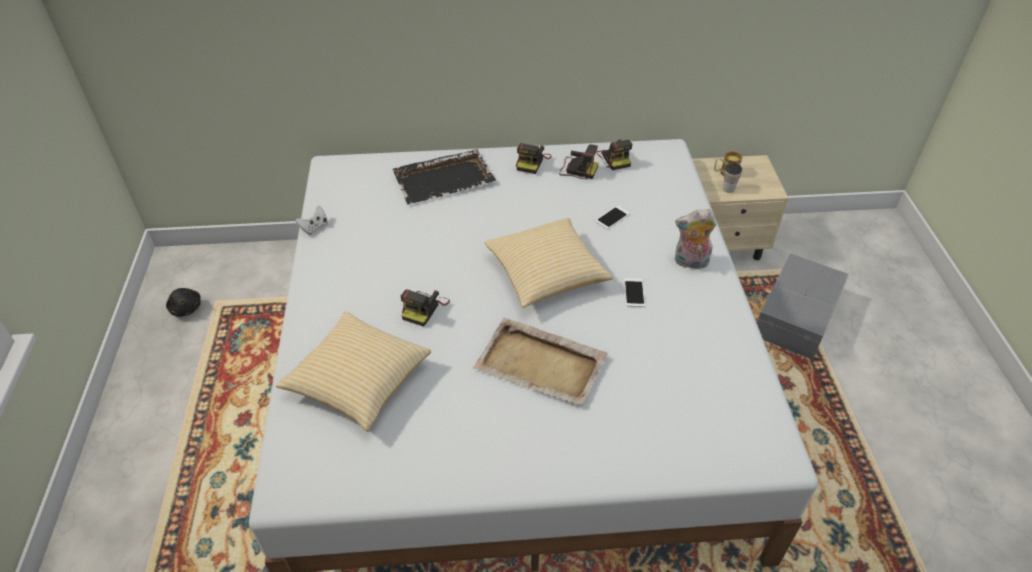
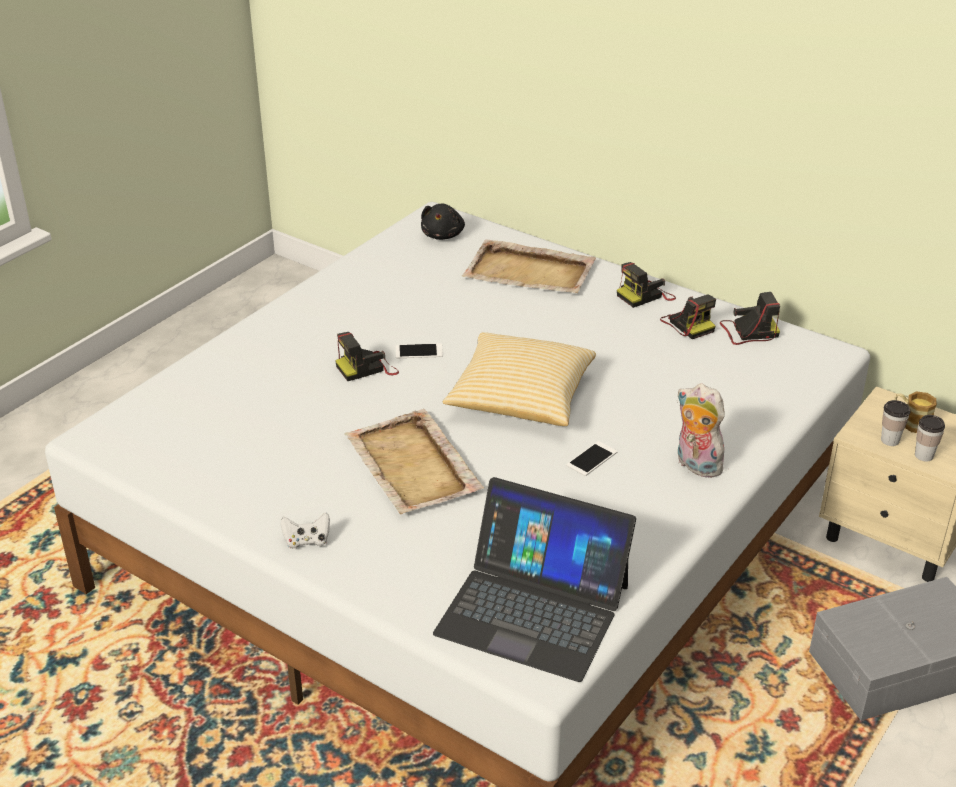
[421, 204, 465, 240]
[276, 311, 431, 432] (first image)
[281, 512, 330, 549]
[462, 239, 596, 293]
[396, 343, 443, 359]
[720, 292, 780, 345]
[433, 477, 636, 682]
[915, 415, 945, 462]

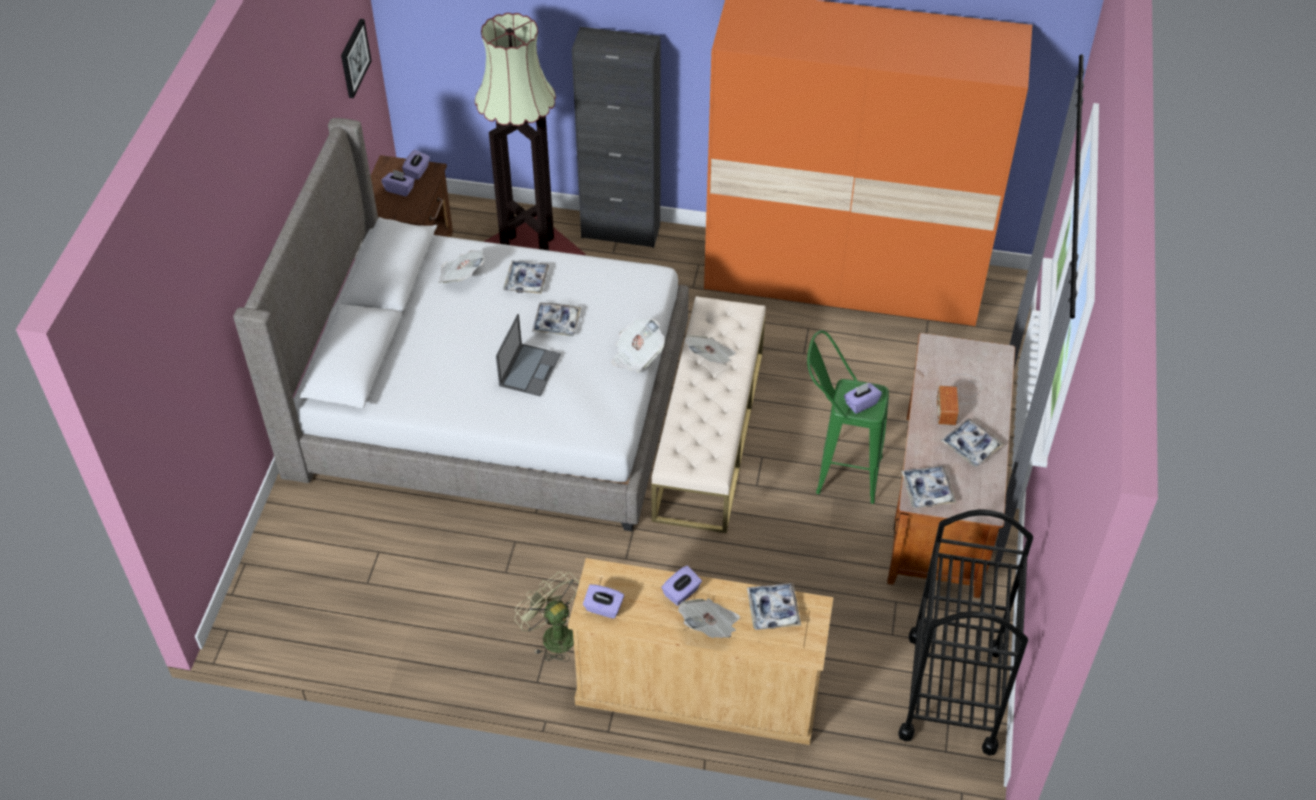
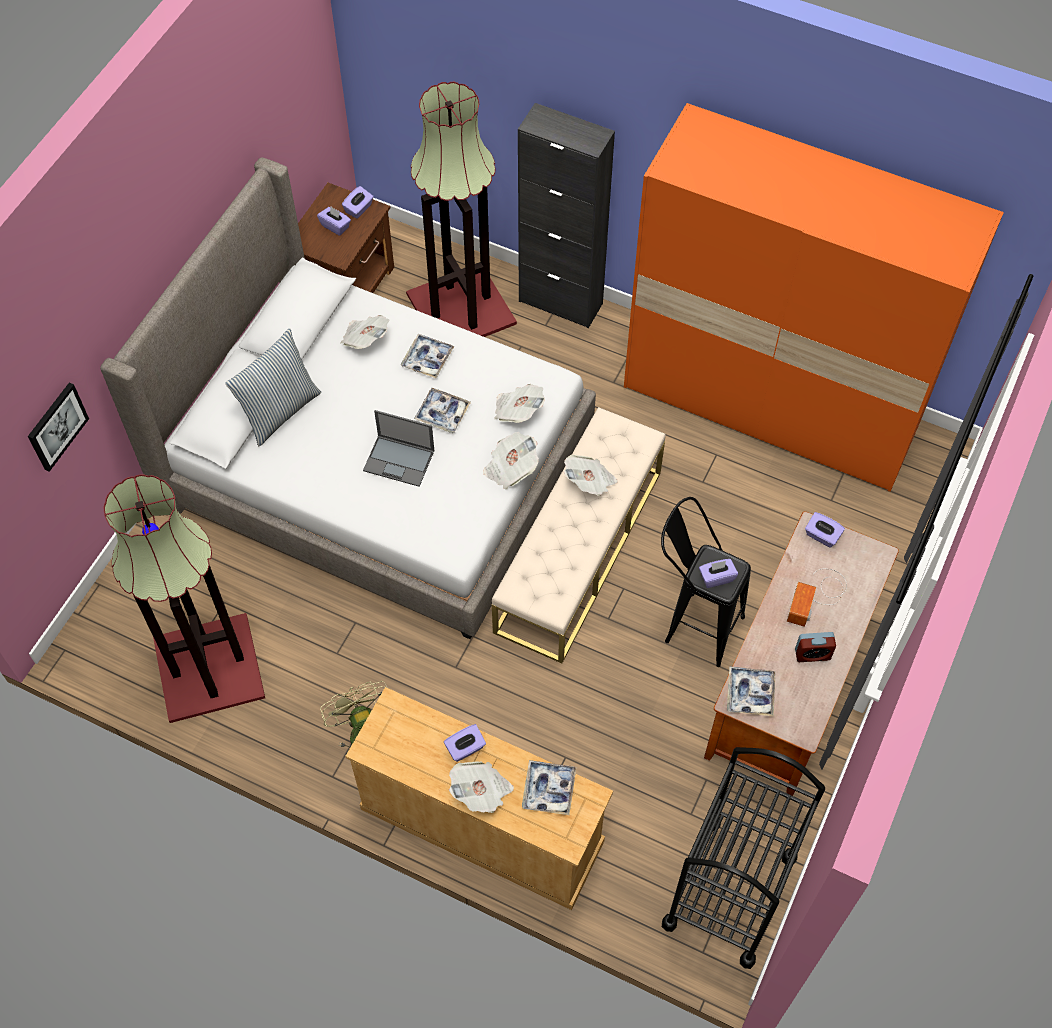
[28, 382, 89, 472]
[363, 410, 434, 487]
[805, 512, 845, 548]
[661, 497, 751, 667]
[795, 632, 836, 662]
[104, 474, 265, 723]
[225, 328, 321, 446]
[494, 384, 545, 423]

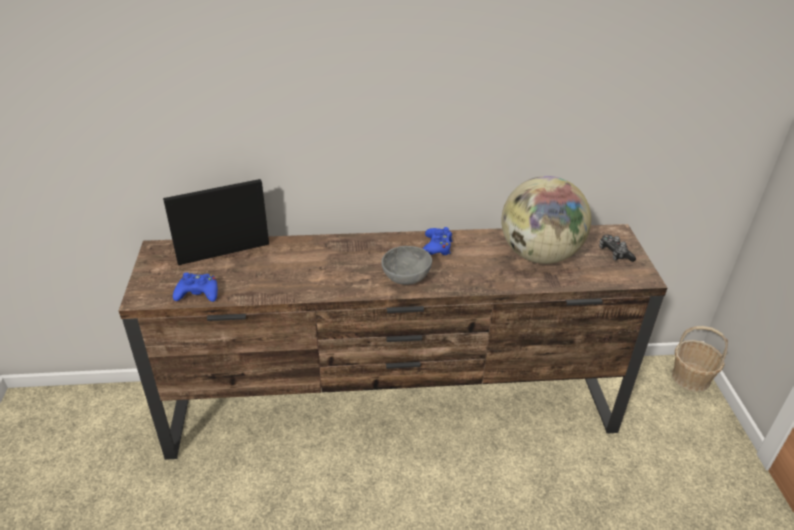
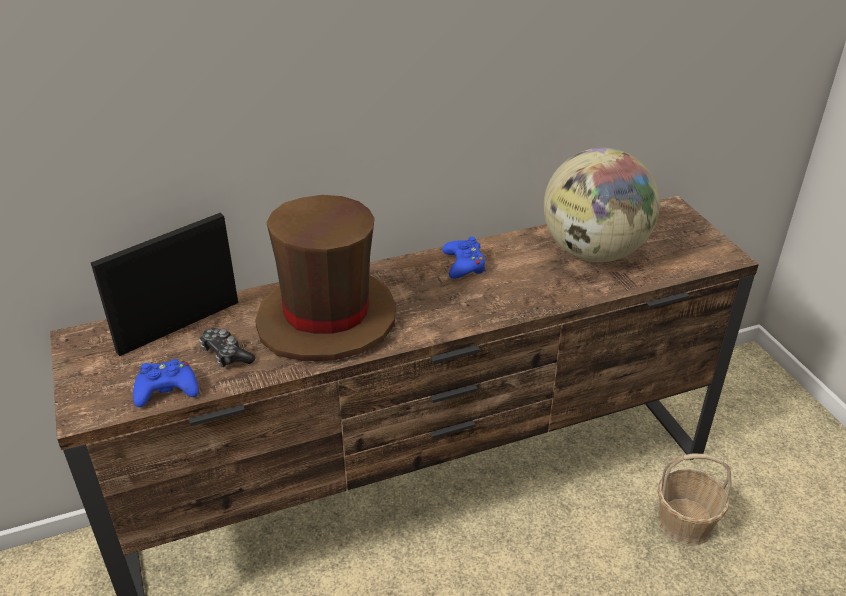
[381, 246, 432, 285] (first image)
[199, 328, 256, 367]
[657, 454, 732, 546]
[255, 195, 396, 361]

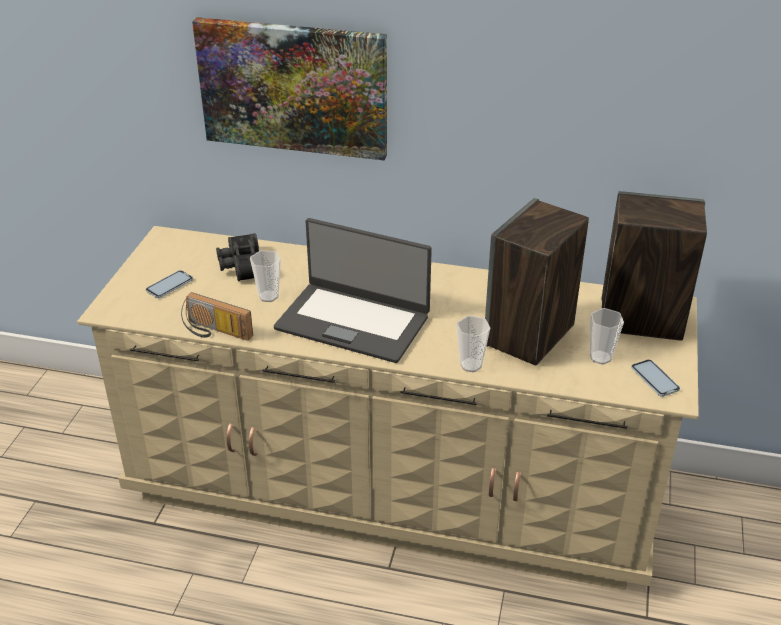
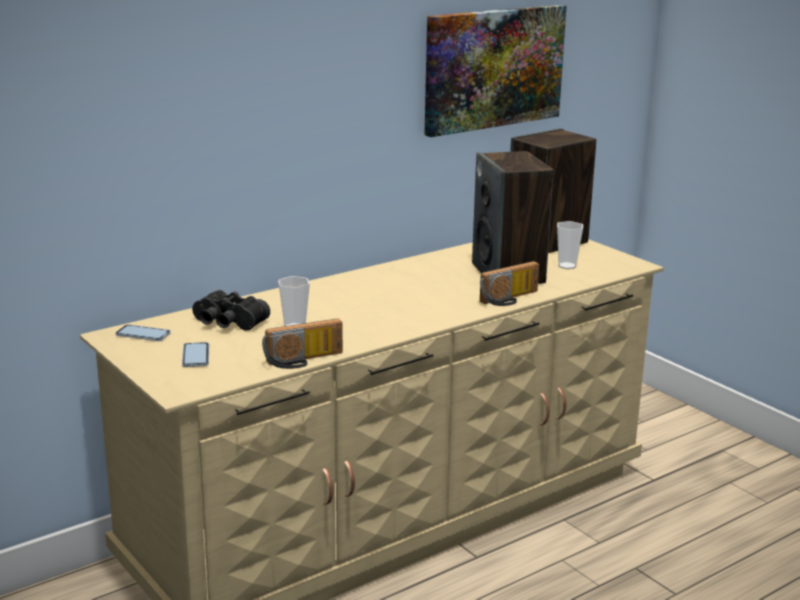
[424, 4, 566, 137]
[274, 218, 432, 363] (first image)
[480, 261, 539, 306]
[116, 325, 171, 341]

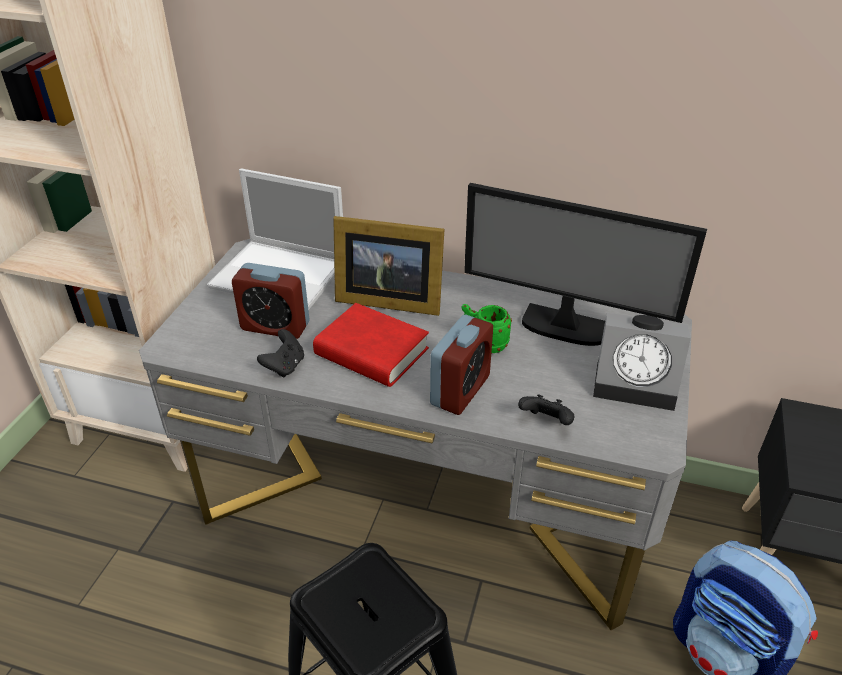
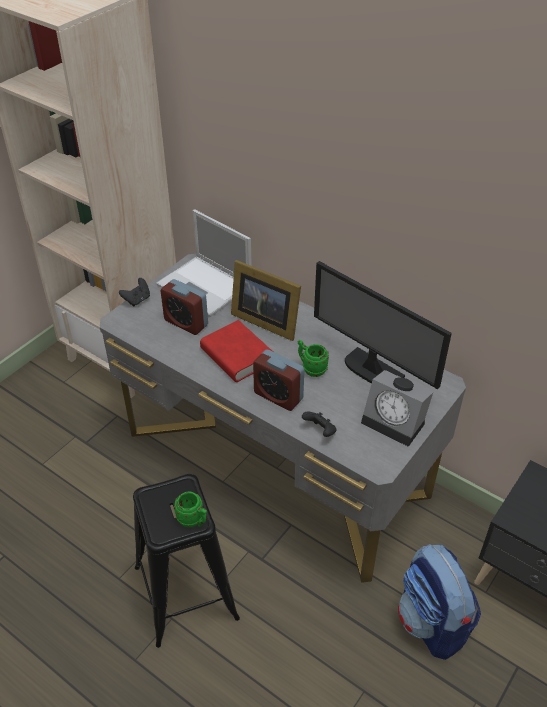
[119, 278, 150, 306]
[253, 349, 304, 411]
[174, 492, 207, 527]

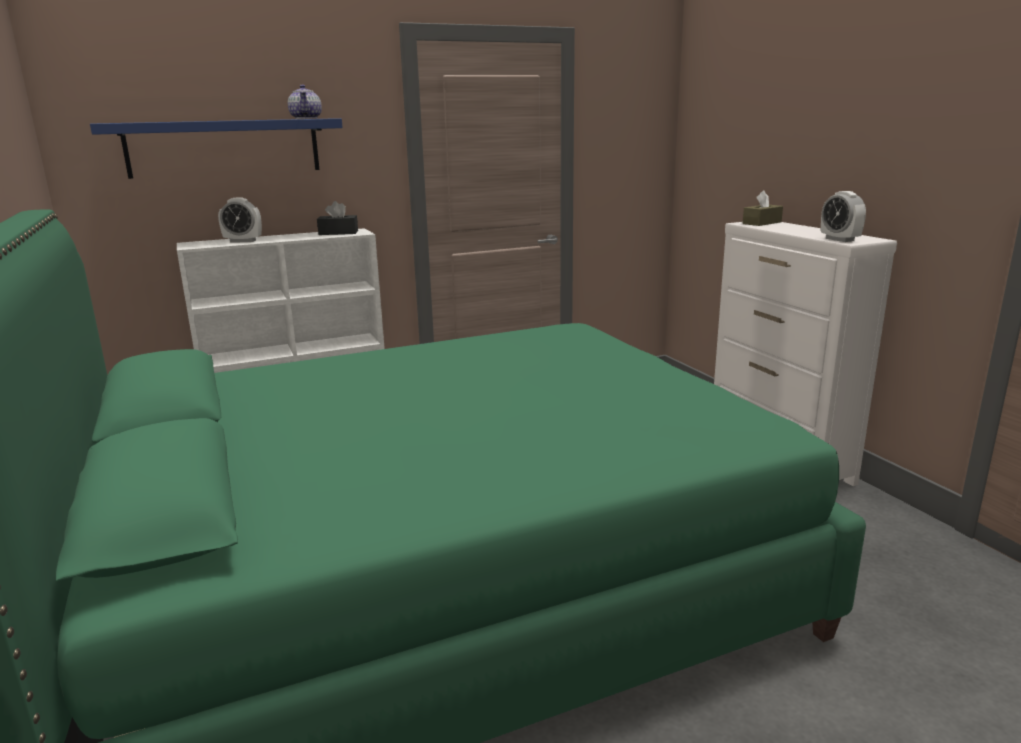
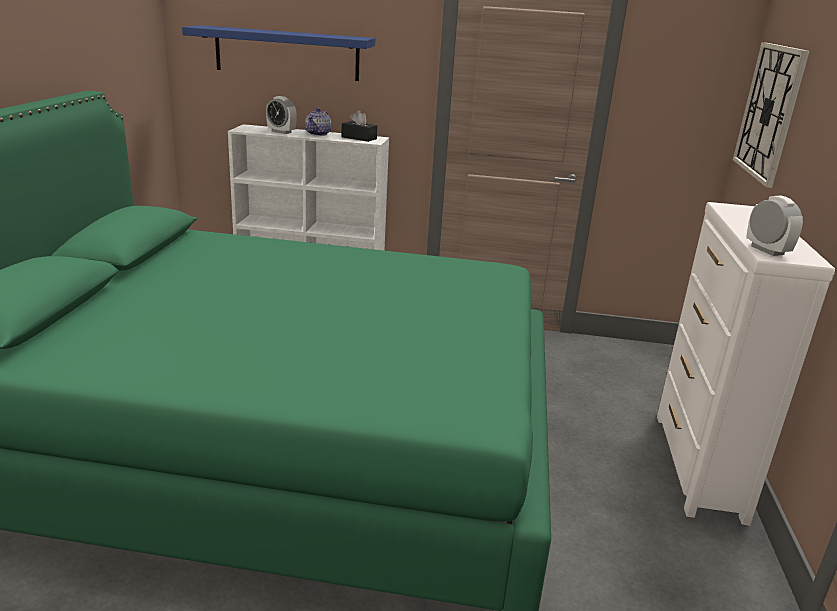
[305, 108, 331, 136]
[743, 191, 783, 226] (first image)
[747, 196, 803, 256]
[733, 42, 809, 188]

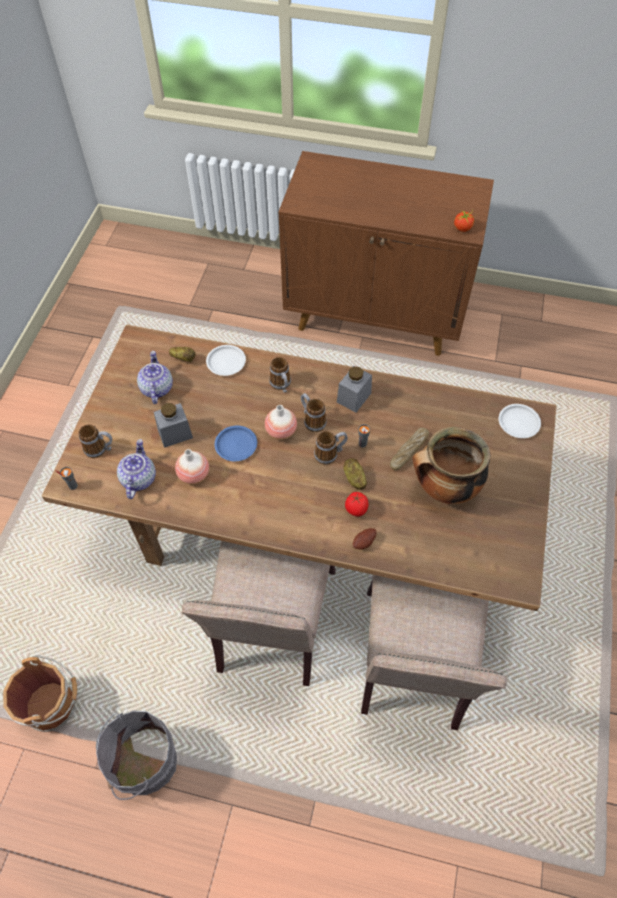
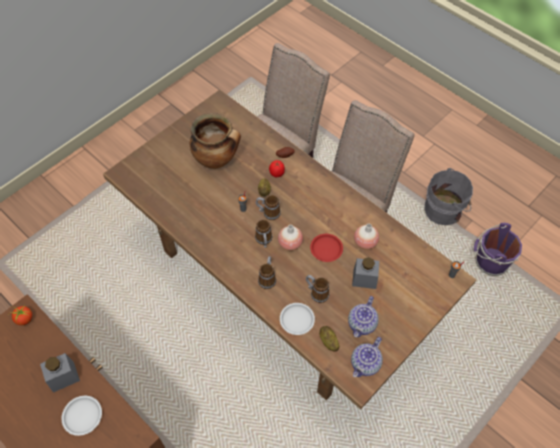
[474, 223, 522, 276]
[306, 275, 329, 303]
[351, 337, 383, 377]
[310, 234, 343, 262]
[40, 353, 80, 393]
[390, 428, 429, 471] (first image)
[61, 396, 102, 436]

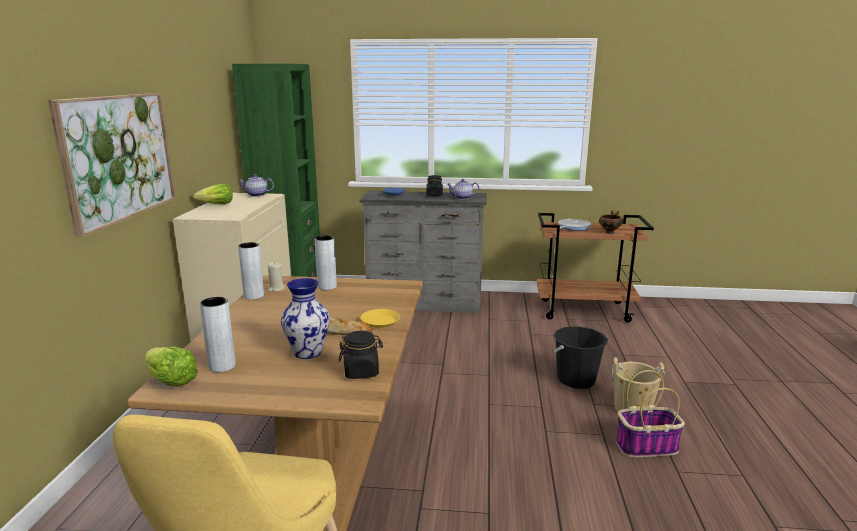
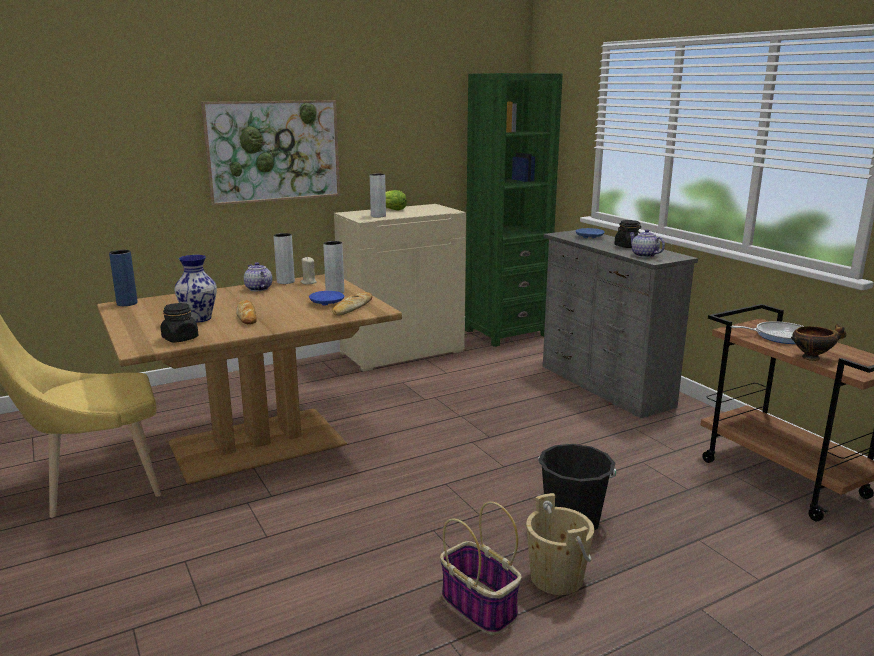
[109, 250, 138, 306]
[370, 174, 386, 218]
[244, 262, 272, 291]
[360, 309, 400, 328] (first image)
[309, 291, 344, 306]
[332, 292, 372, 315]

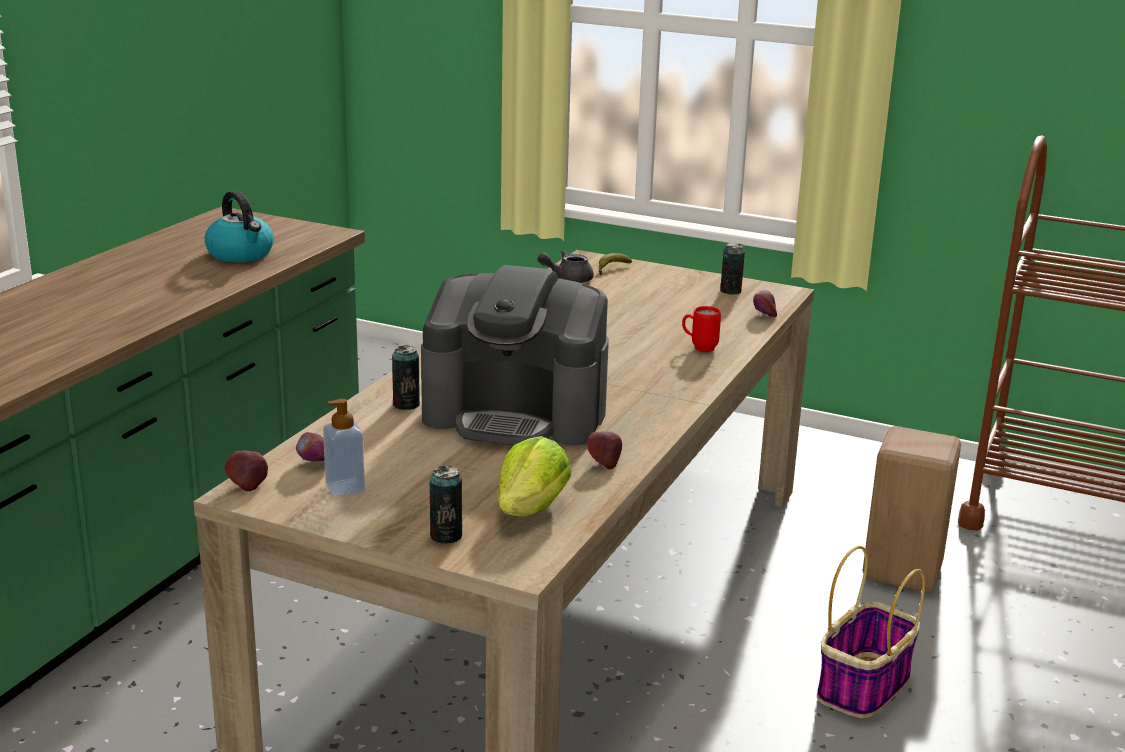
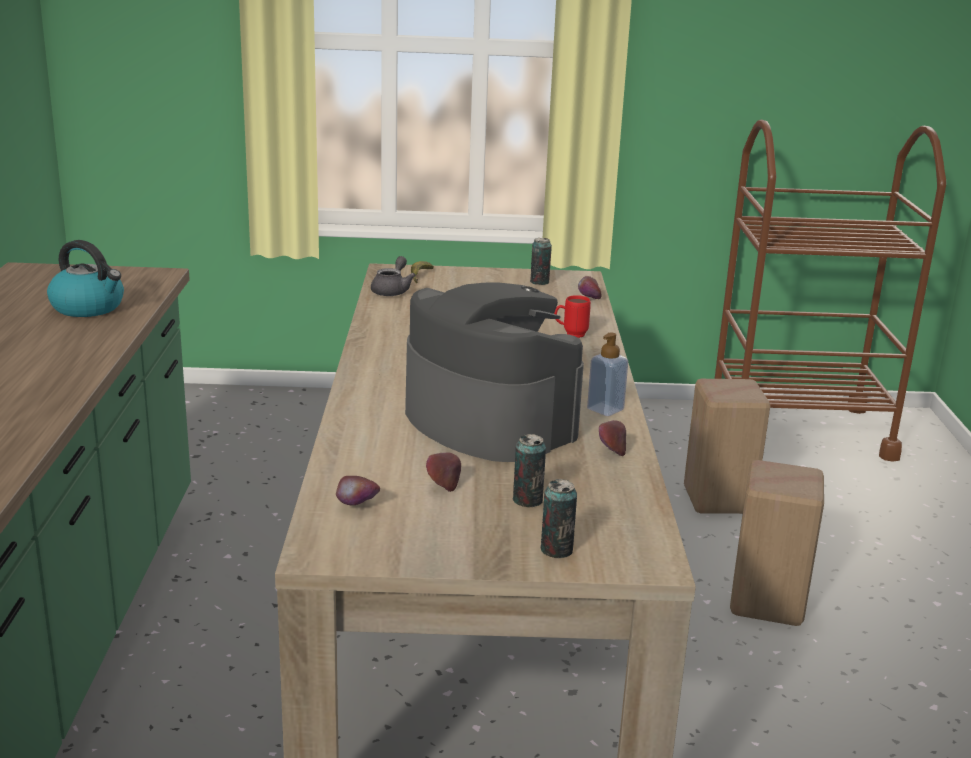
[426, 452, 461, 492]
[587, 333, 628, 416]
[513, 434, 546, 507]
[405, 282, 584, 462]
[498, 436, 571, 516] (first image)
[371, 256, 416, 296]
[730, 460, 824, 626]

